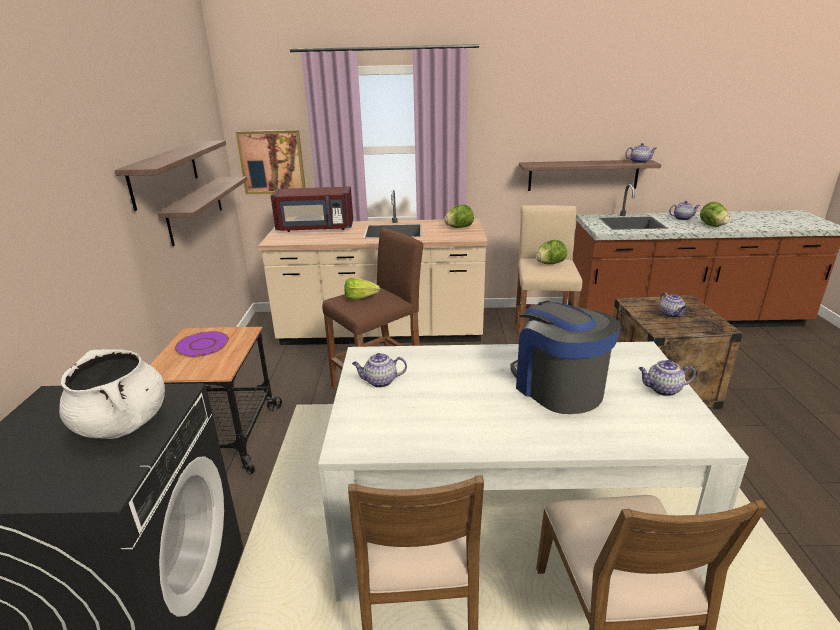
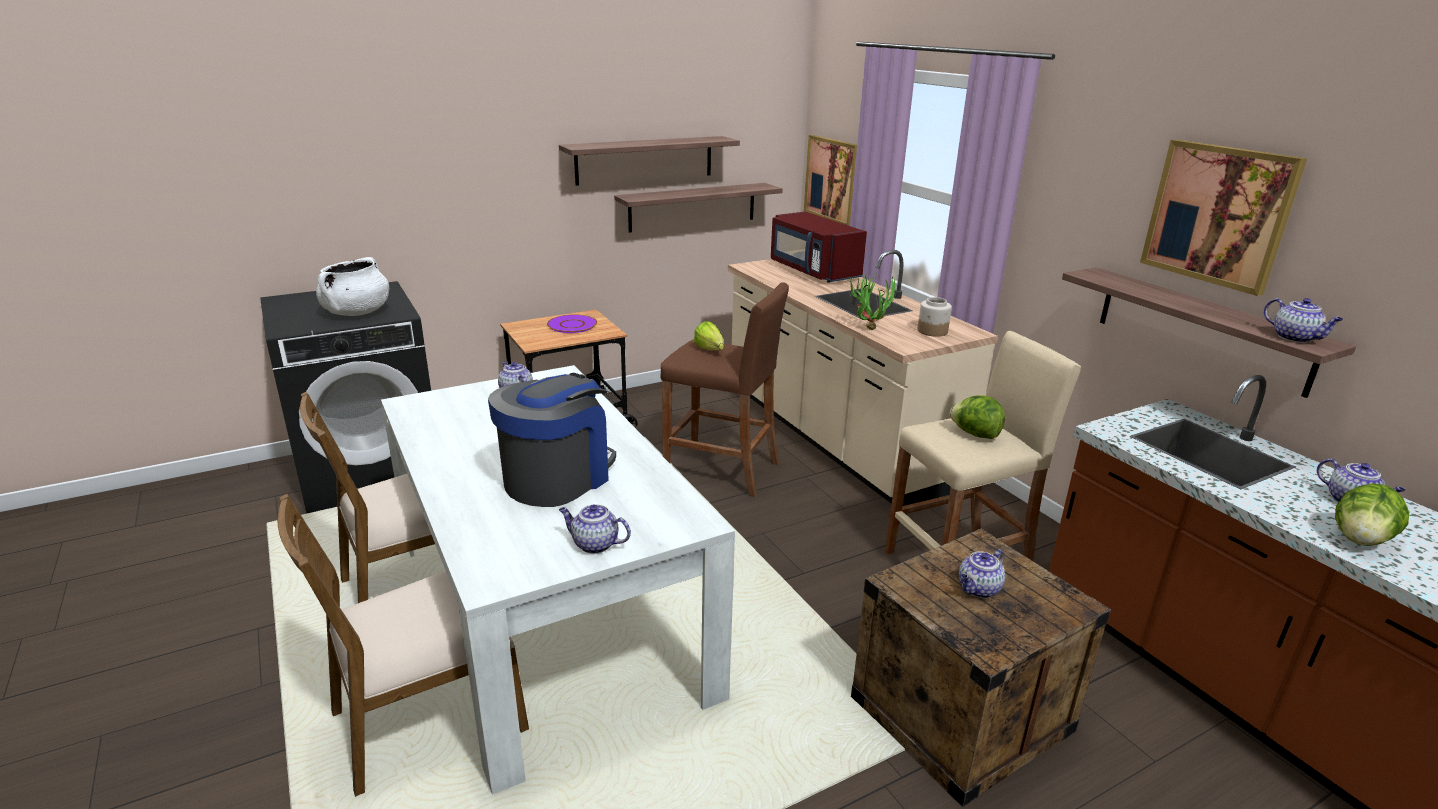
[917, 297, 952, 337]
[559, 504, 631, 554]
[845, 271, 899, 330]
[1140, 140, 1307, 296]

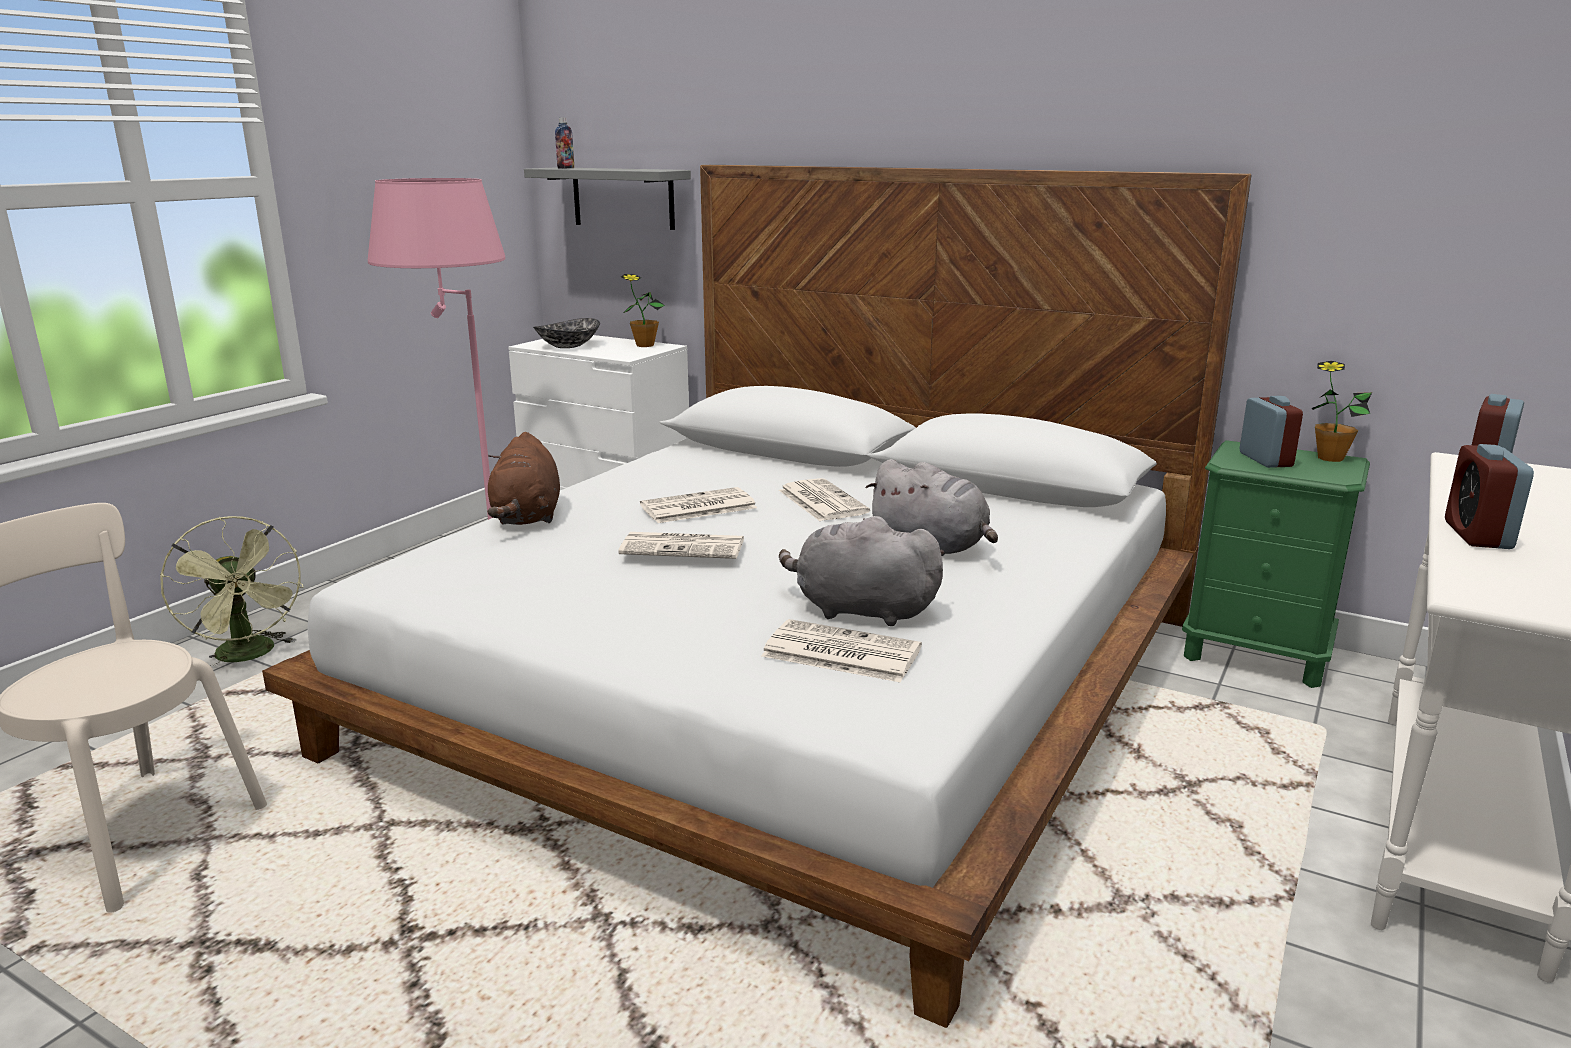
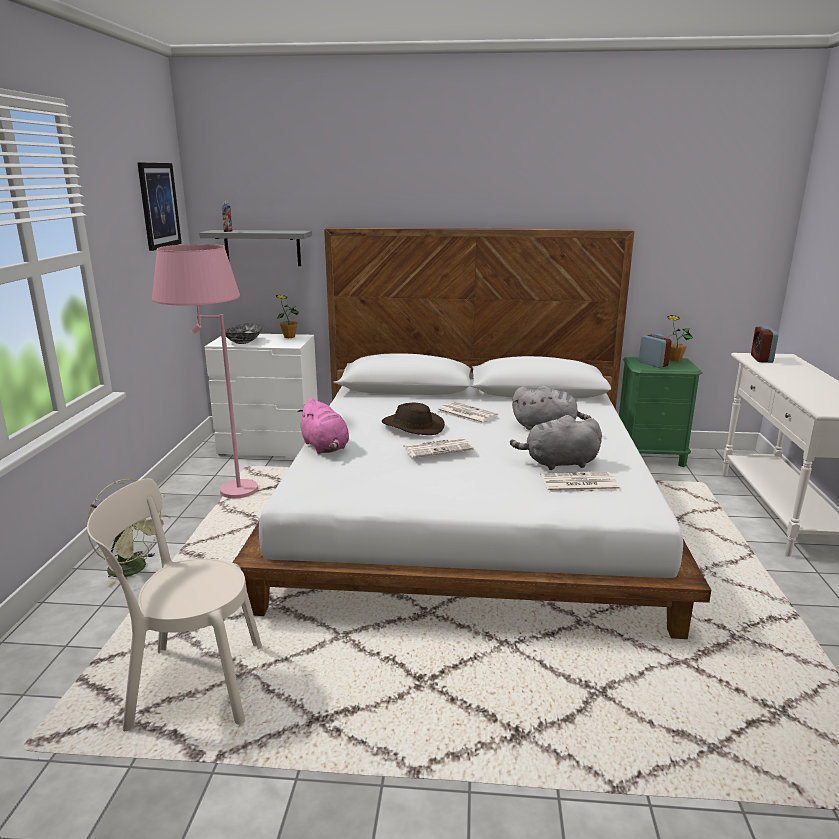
[297, 398, 349, 454]
[382, 403, 445, 435]
[1445, 444, 1534, 549] (first image)
[137, 163, 182, 251]

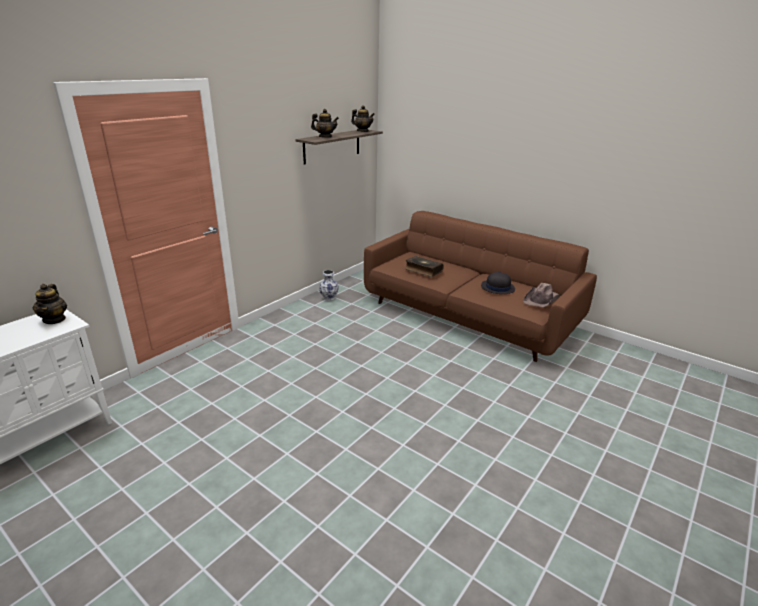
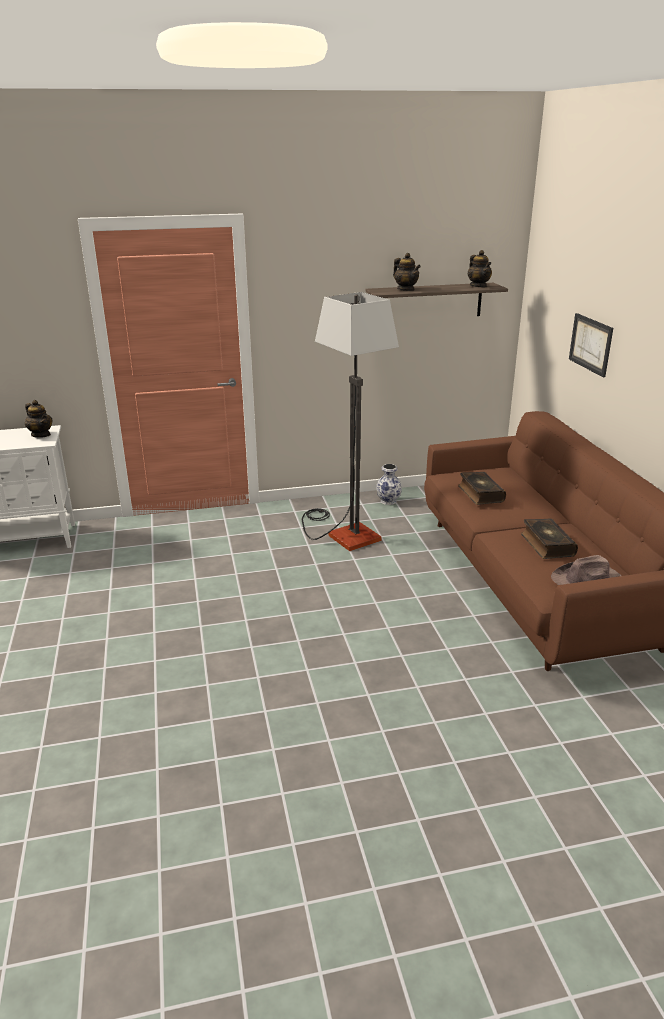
[25, 400, 52, 438]
[521, 518, 578, 559]
[302, 292, 399, 551]
[569, 313, 613, 377]

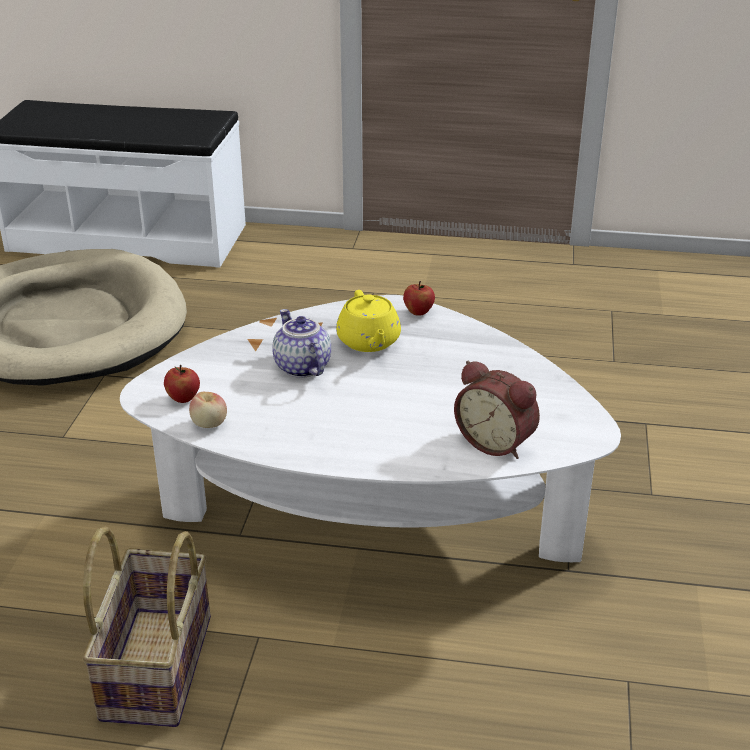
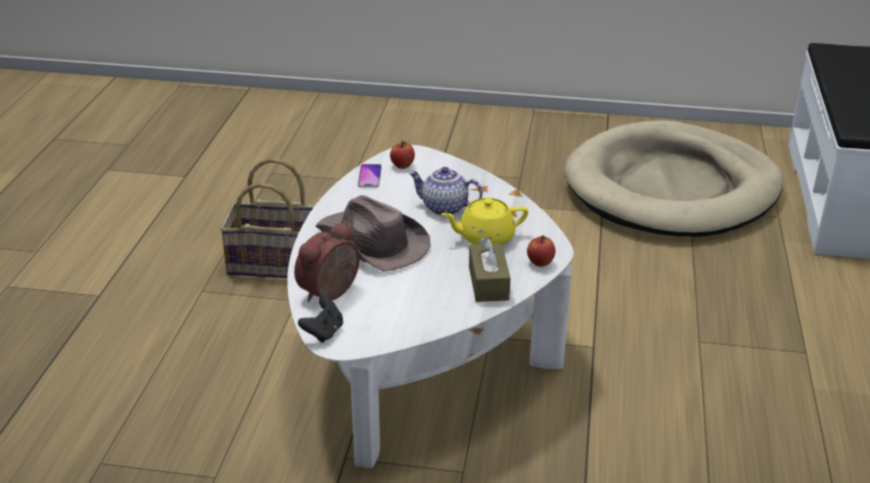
[358, 164, 382, 188]
[408, 167, 483, 216]
[298, 296, 343, 343]
[316, 195, 431, 272]
[469, 238, 511, 302]

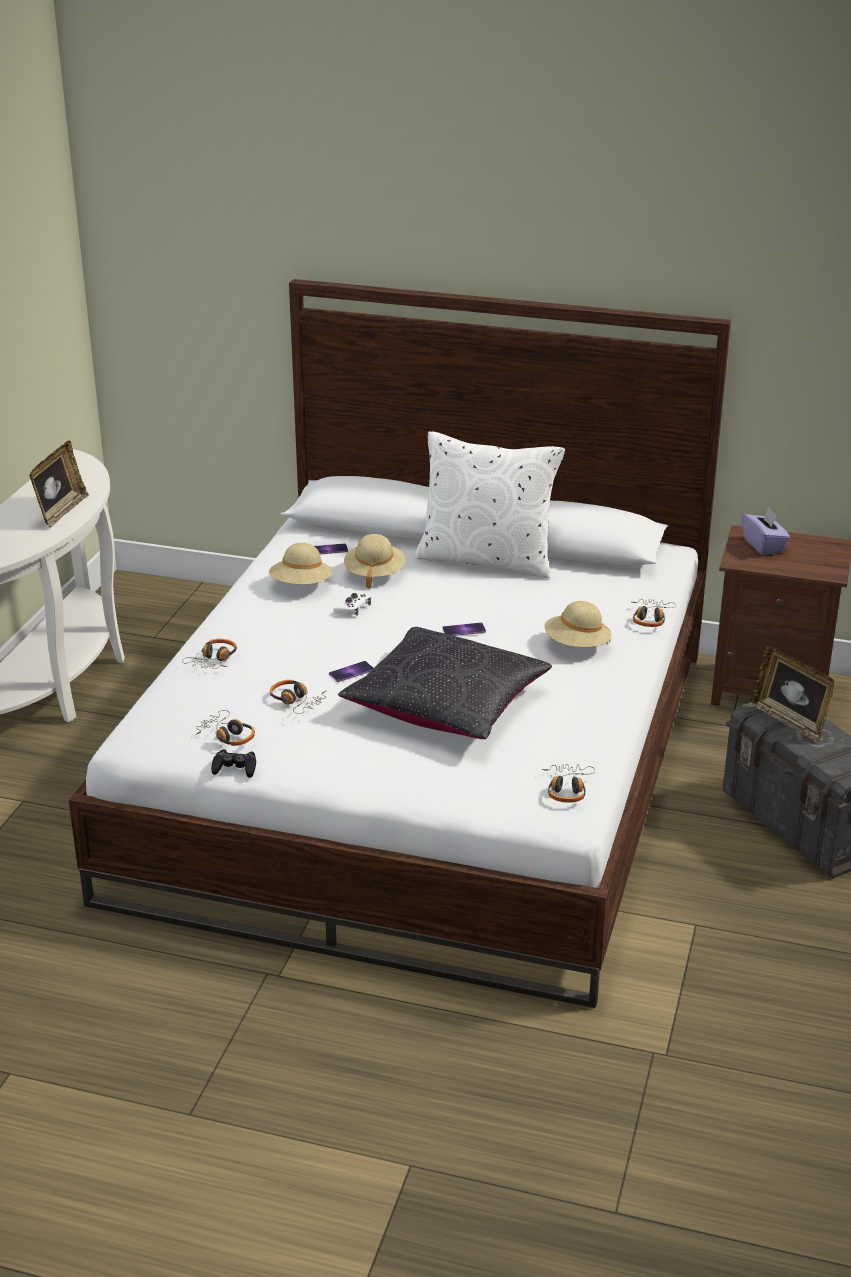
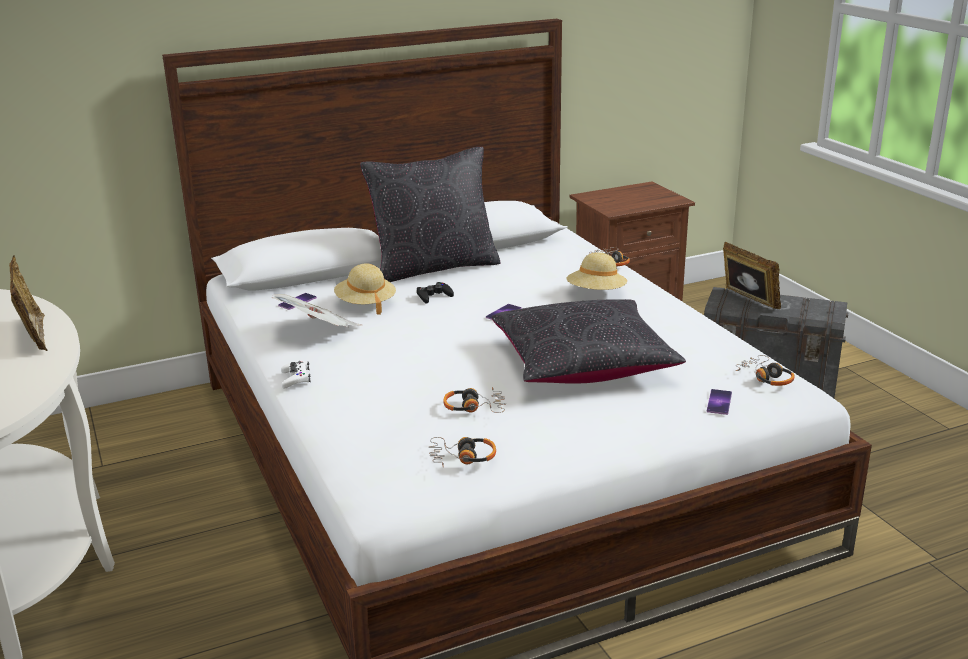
[182, 639, 237, 669] (first image)
[417, 282, 454, 304]
[271, 294, 362, 327]
[707, 389, 732, 415]
[281, 360, 311, 389]
[360, 147, 501, 282]
[742, 507, 790, 555] (first image)
[723, 241, 781, 309]

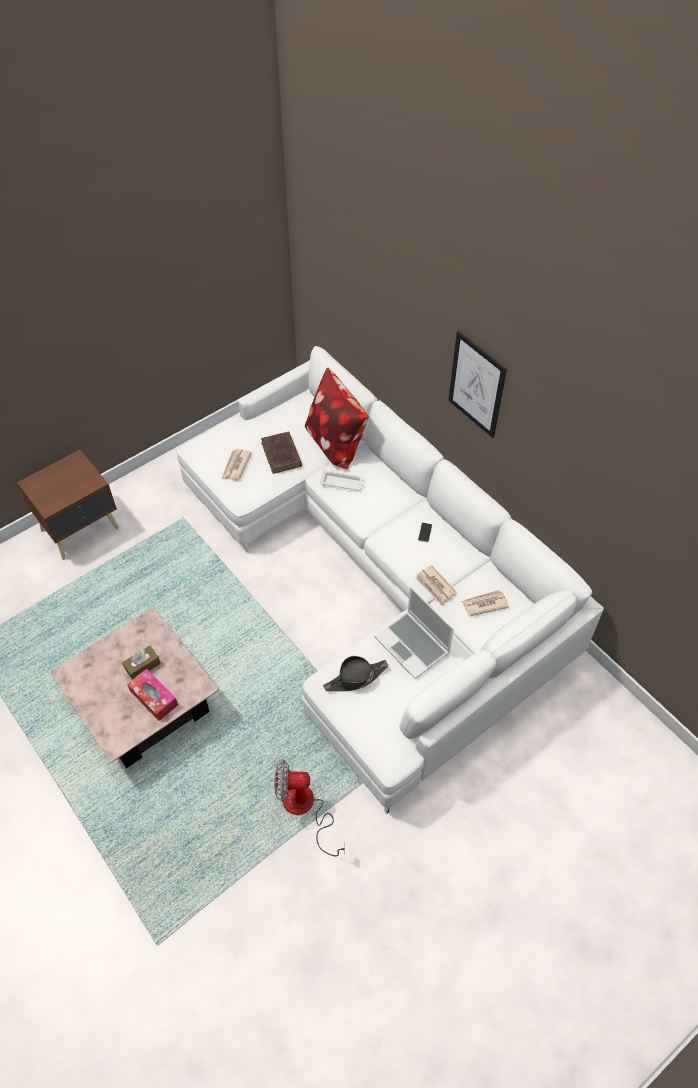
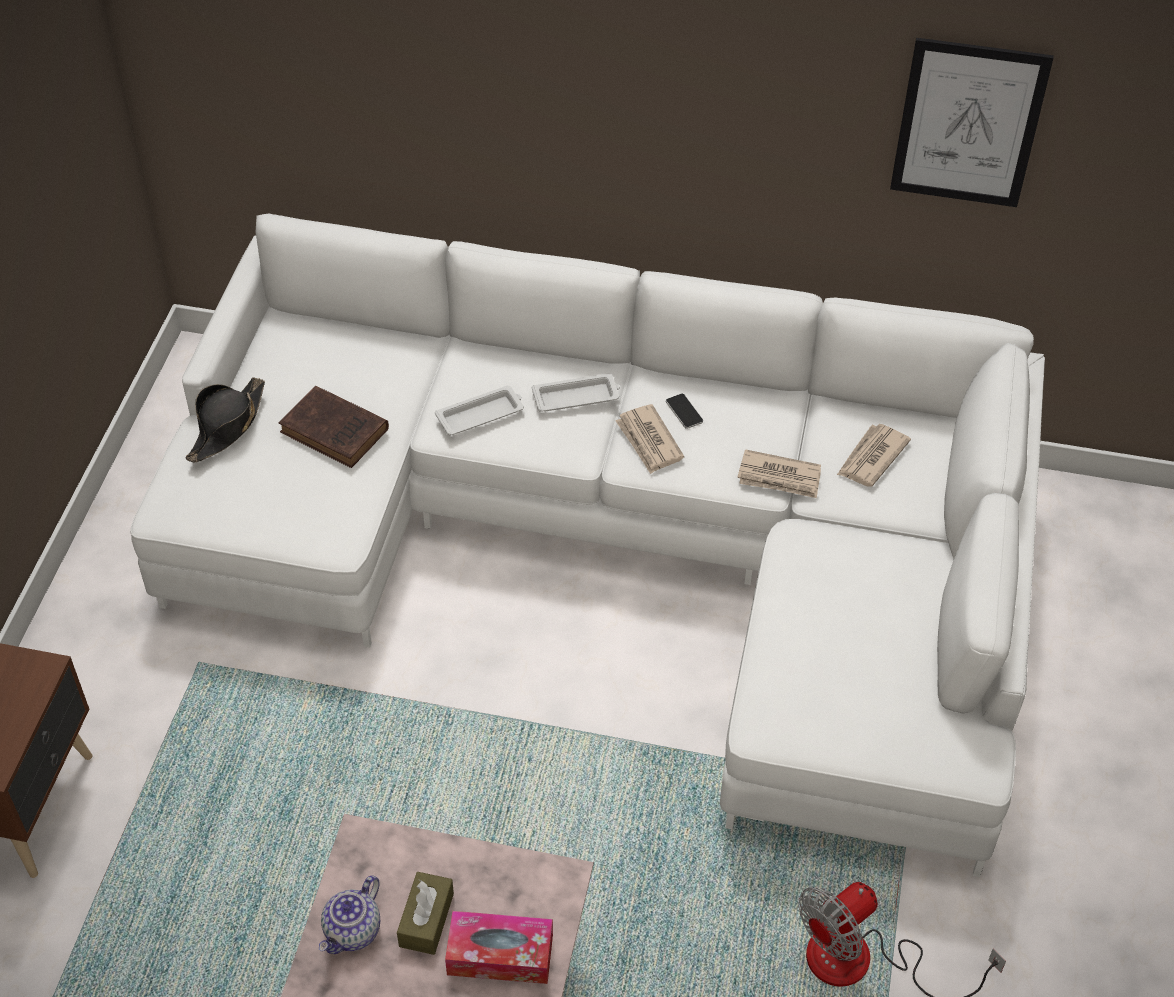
[616, 404, 684, 474]
[305, 367, 369, 469] (first image)
[185, 377, 265, 463]
[374, 587, 454, 679] (first image)
[890, 38, 1054, 207]
[319, 876, 380, 954]
[532, 374, 620, 412]

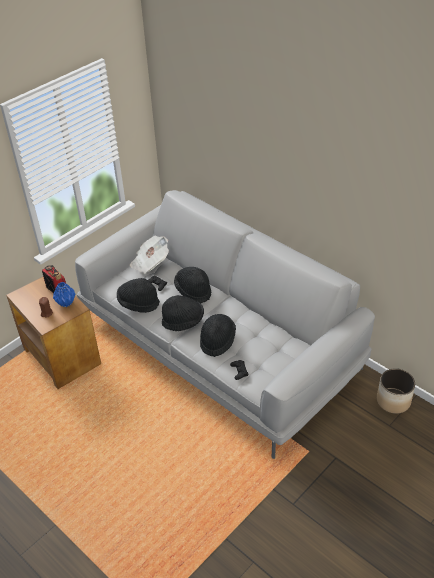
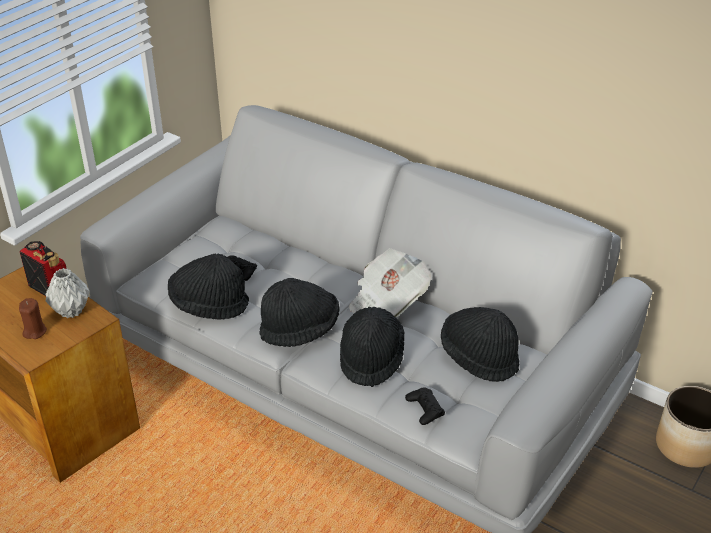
[45, 268, 90, 318]
[349, 248, 431, 317]
[441, 307, 519, 382]

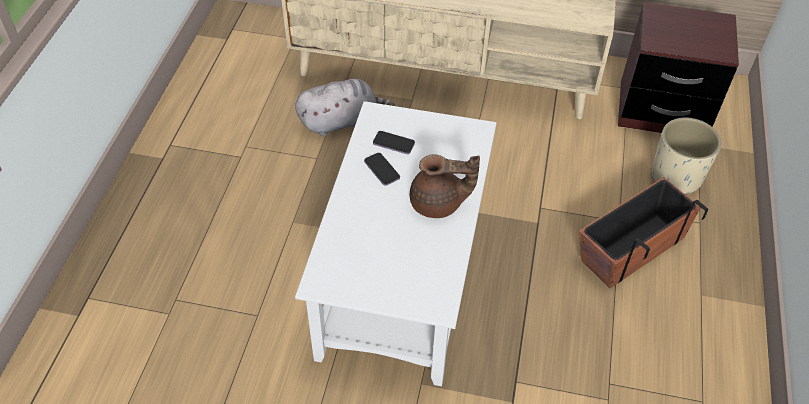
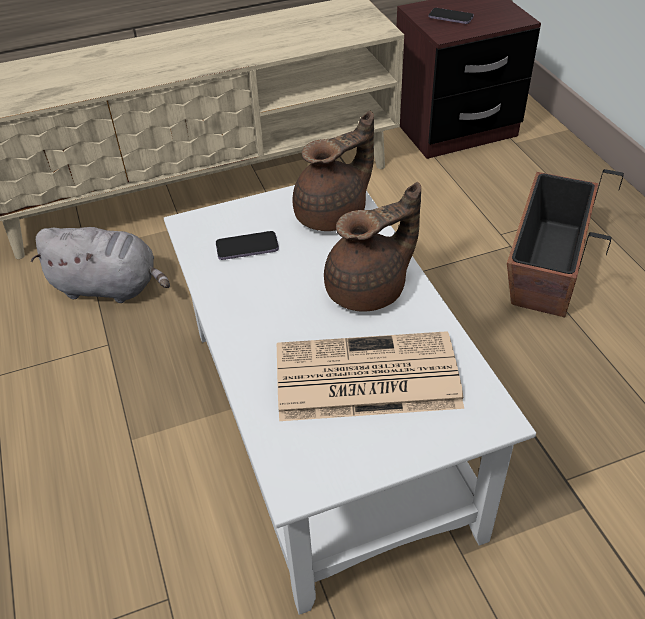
[31, 227, 170, 303]
[429, 8, 474, 24]
[651, 118, 721, 194] (first image)
[277, 331, 464, 421]
[292, 110, 374, 231]

